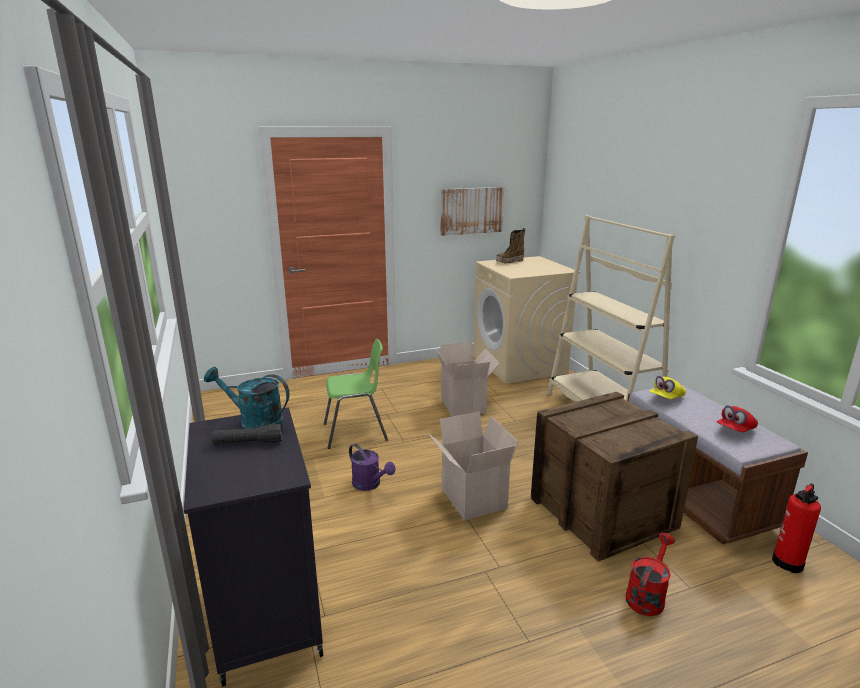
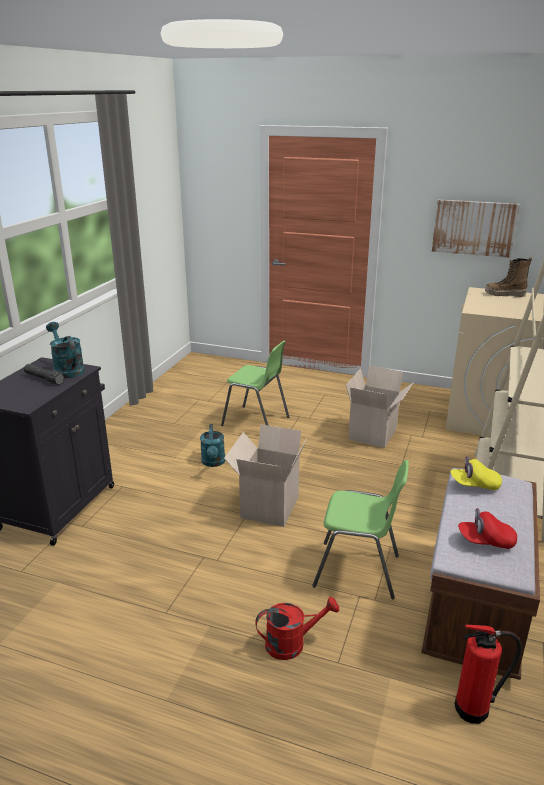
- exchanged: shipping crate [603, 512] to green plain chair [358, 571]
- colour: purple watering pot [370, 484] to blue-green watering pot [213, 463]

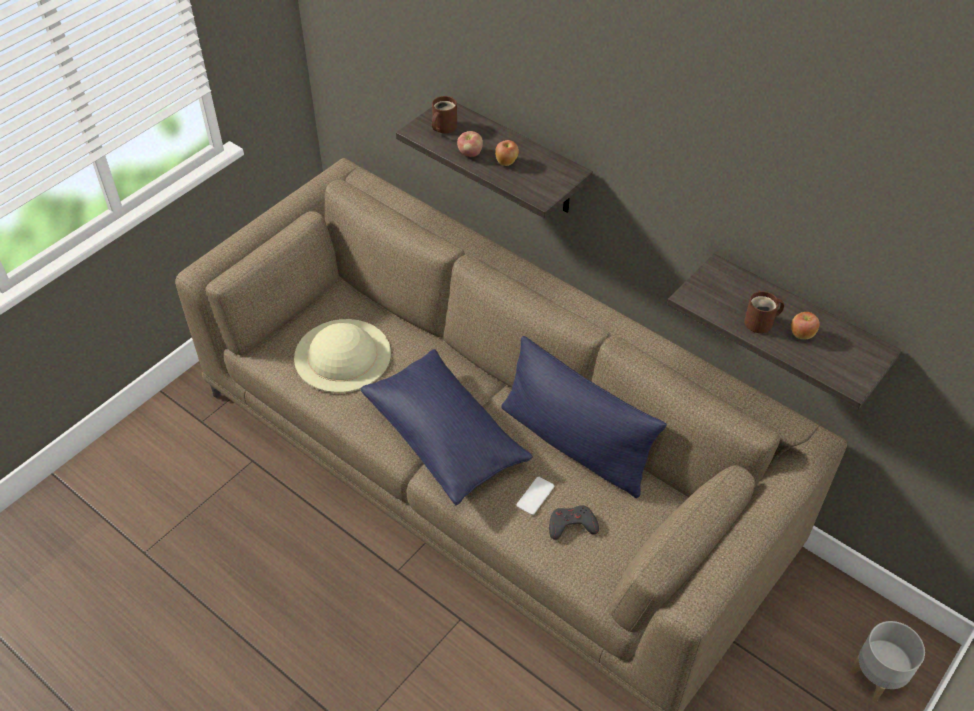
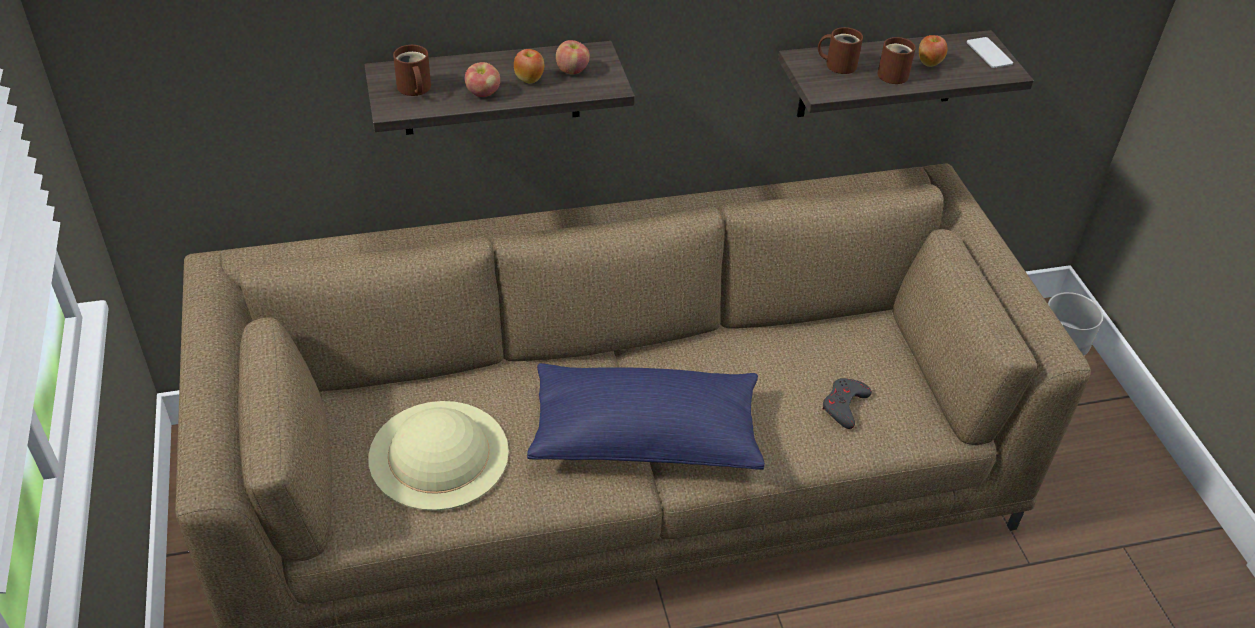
- missing: blue-coloured pillow [575, 444]
- appeared: apple fruit [572, 70]
- appeared: brown coffee mug [838, 64]
- relocated: telephone [535, 496] to [989, 53]

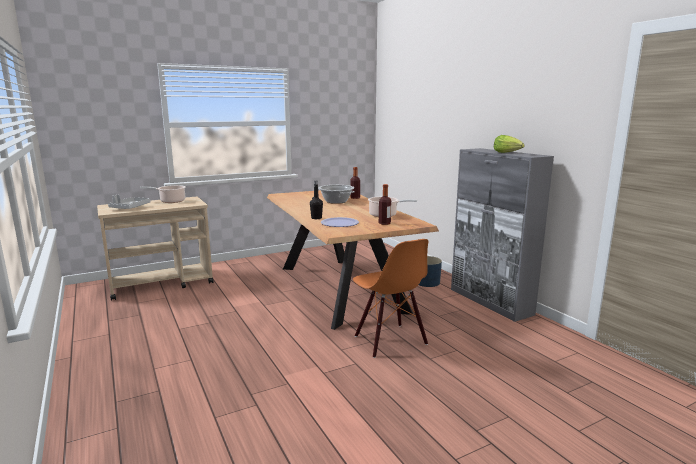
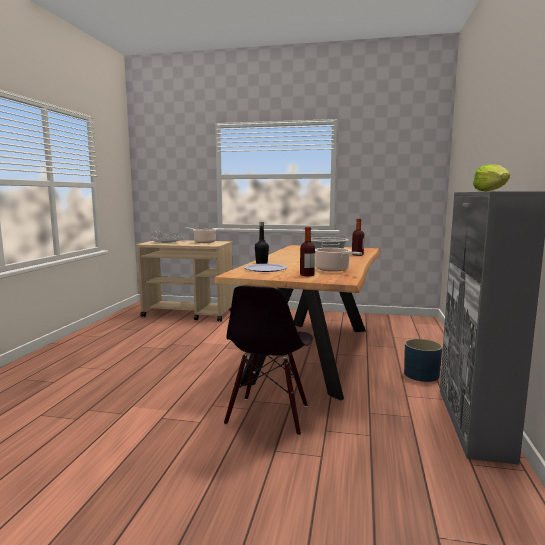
- colour: orangey plain chair [389, 340] to black plain chair [268, 415]

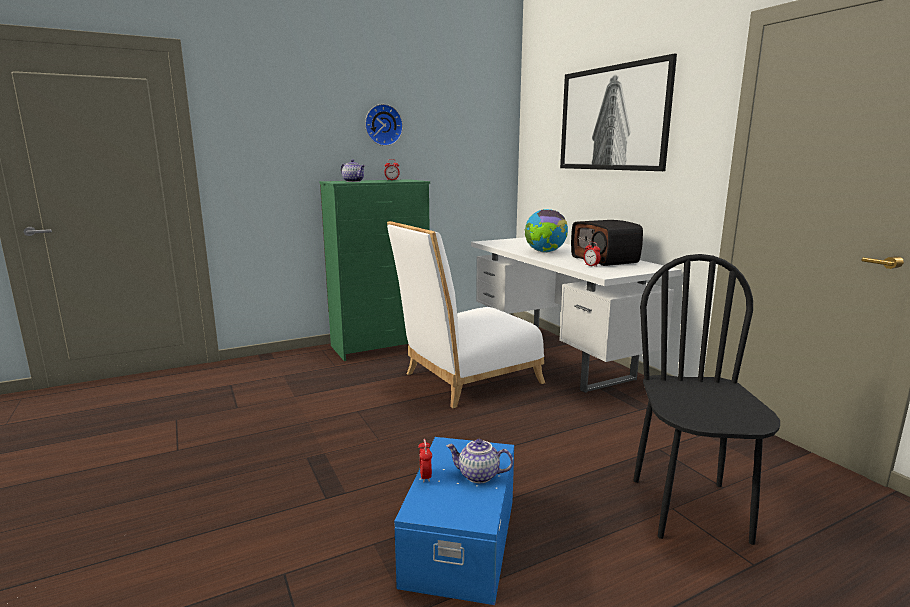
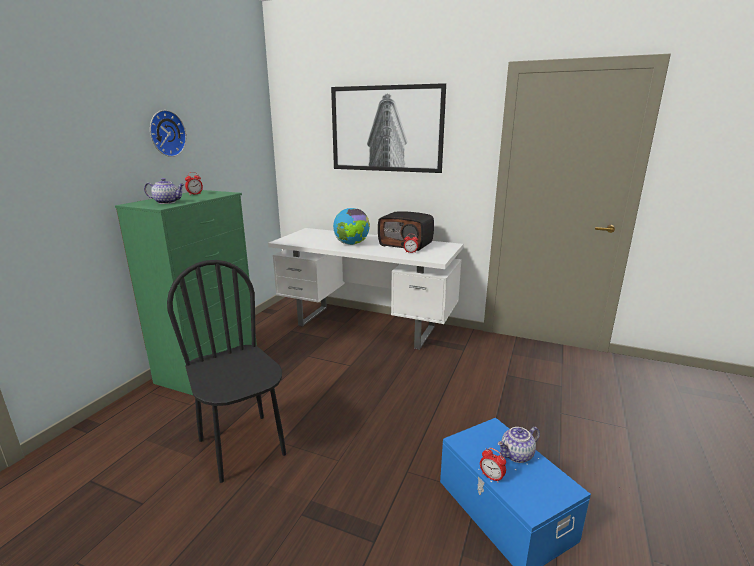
- missing: whitish plain chair [466, 380]
- relocated: black plain chair [690, 509] to [242, 446]

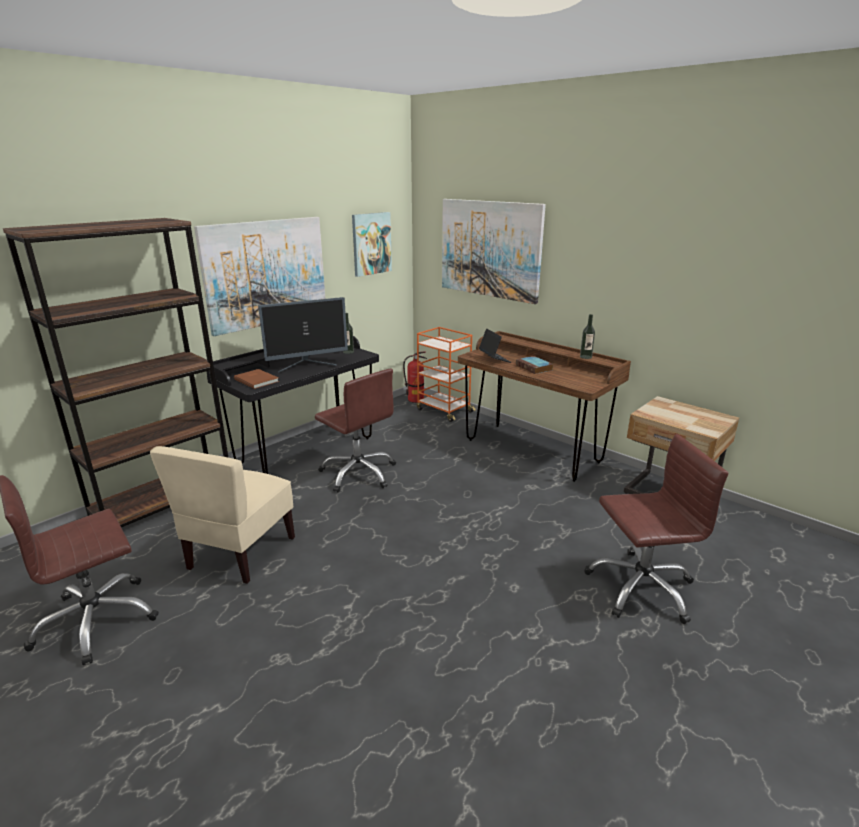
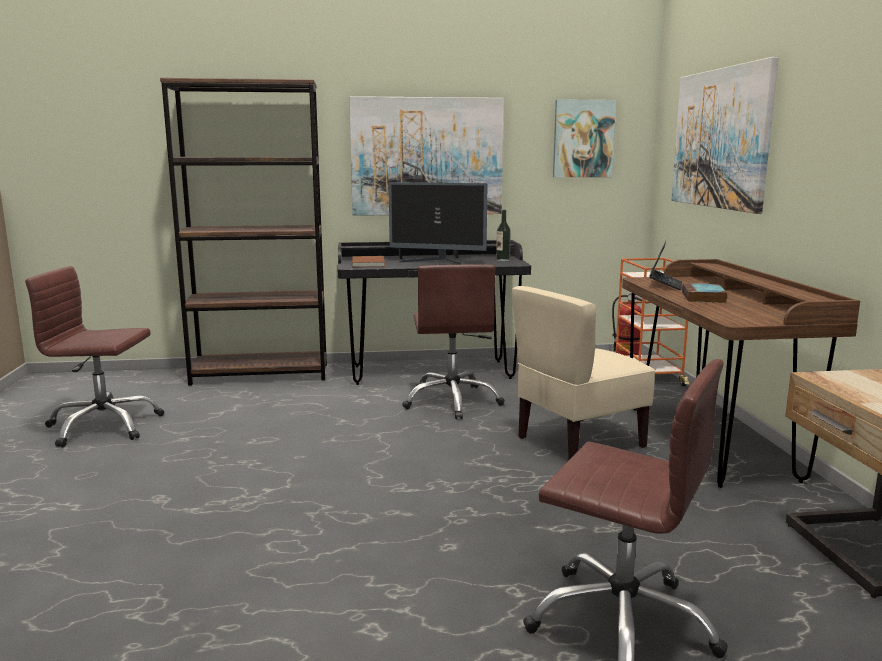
- missing: drink bottle [585, 357]
- relocated: sand-coloured plain chair [240, 553] to [579, 442]

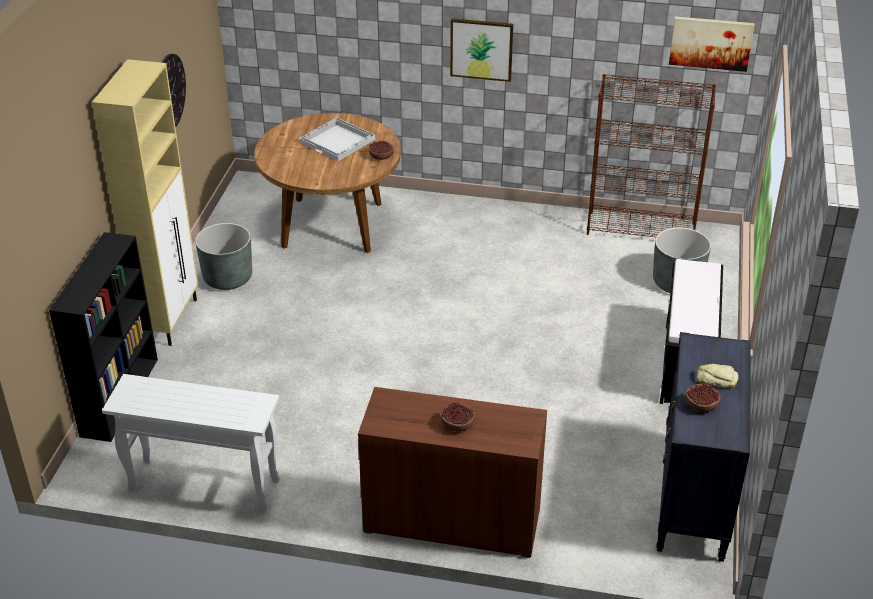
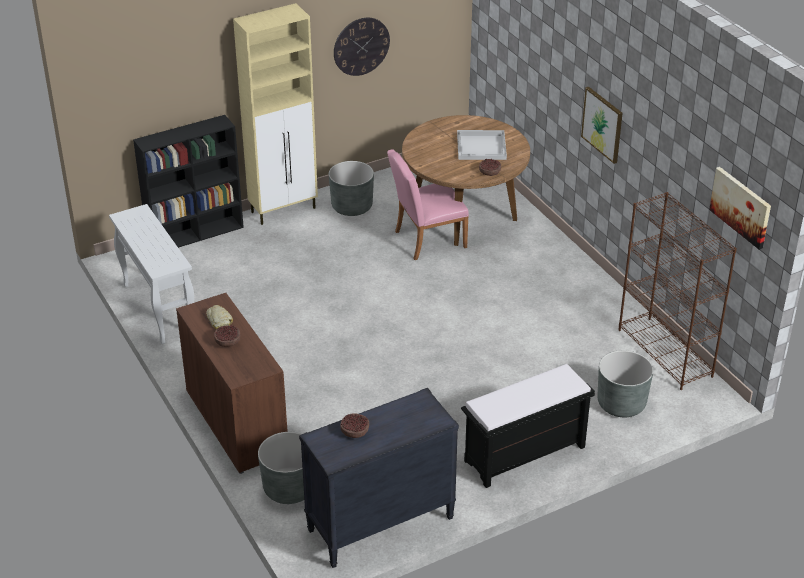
- appeared: greyish plant pot [289, 488]
- appeared: pinkish plain chair [425, 240]
- relocated: bread [716, 379] to [219, 320]

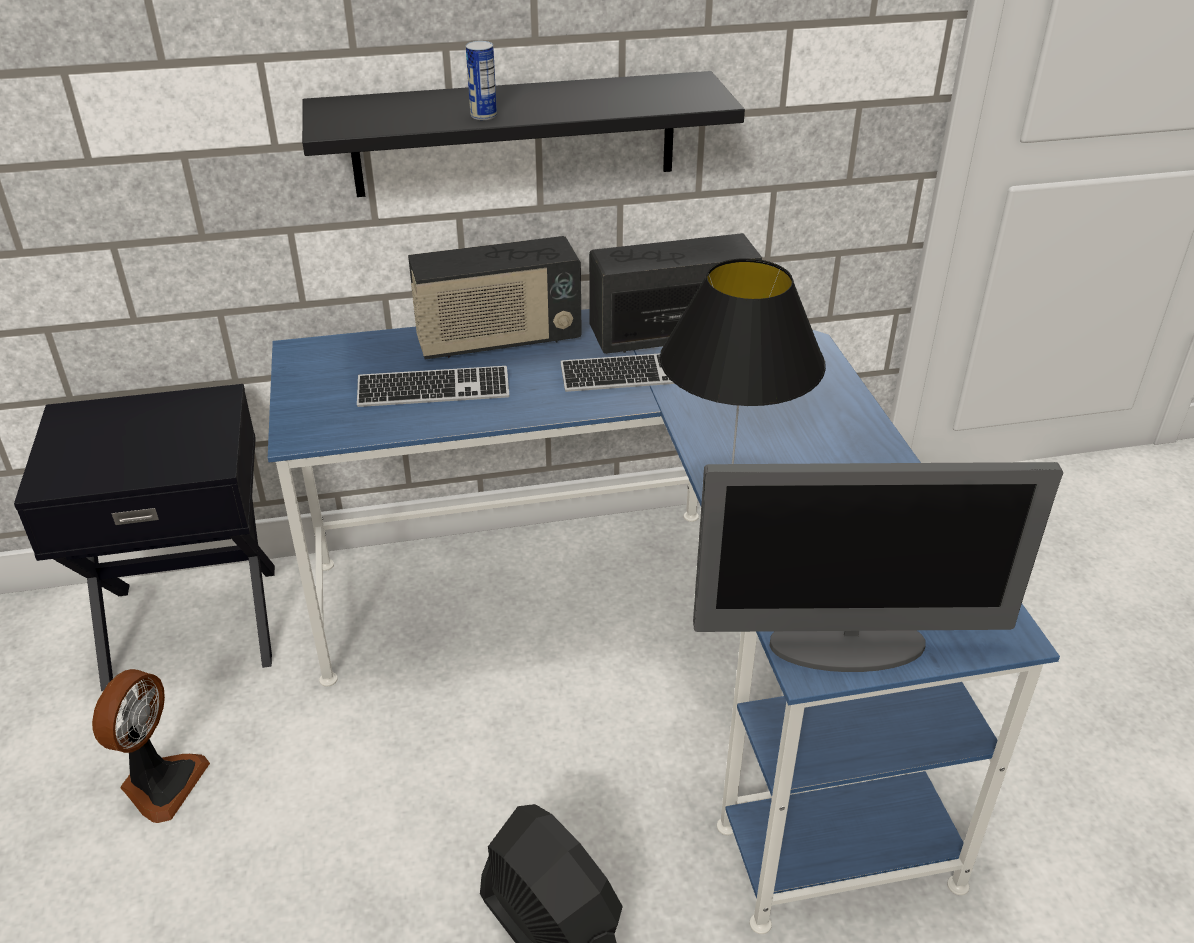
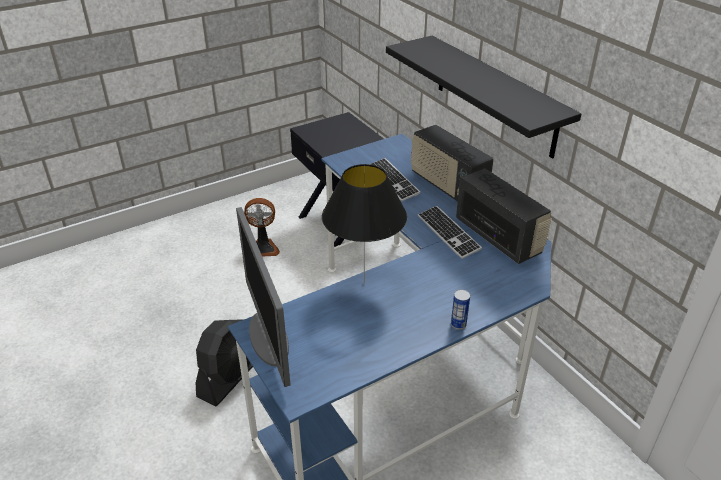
- relocated: sealed can [483, 116] to [458, 325]

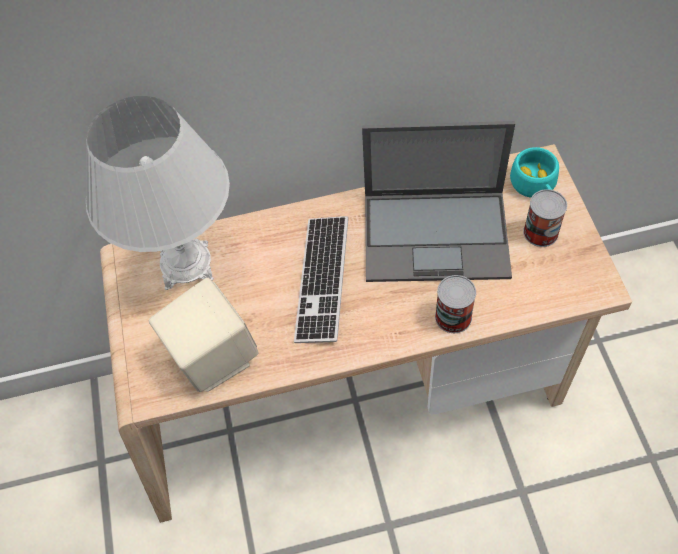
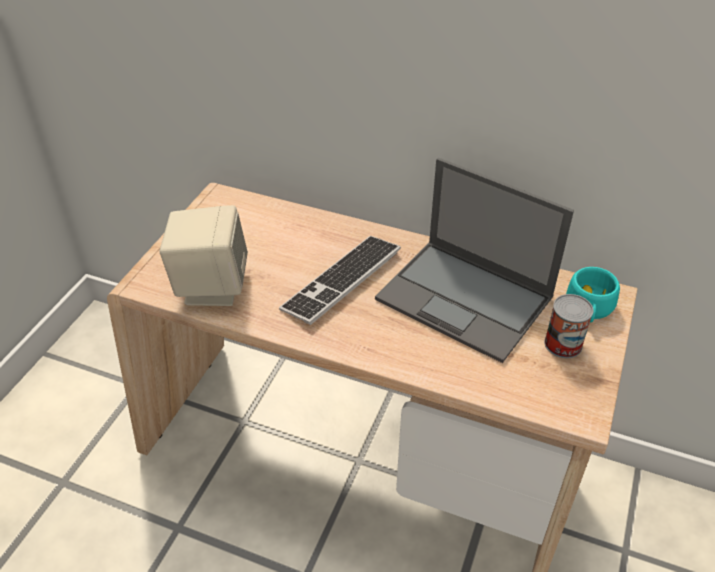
- missing: whitish table lamp [186, 265]
- missing: sealed can [453, 317]

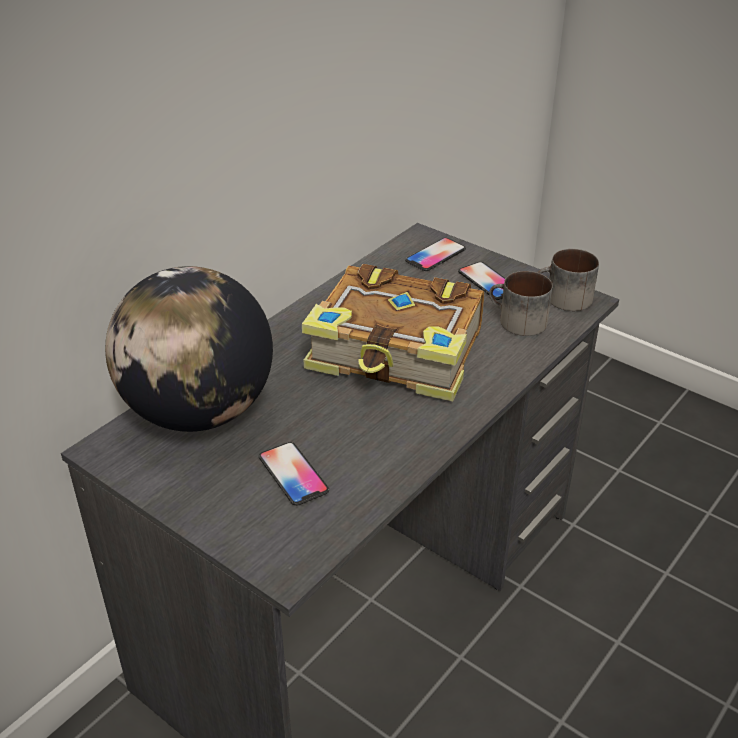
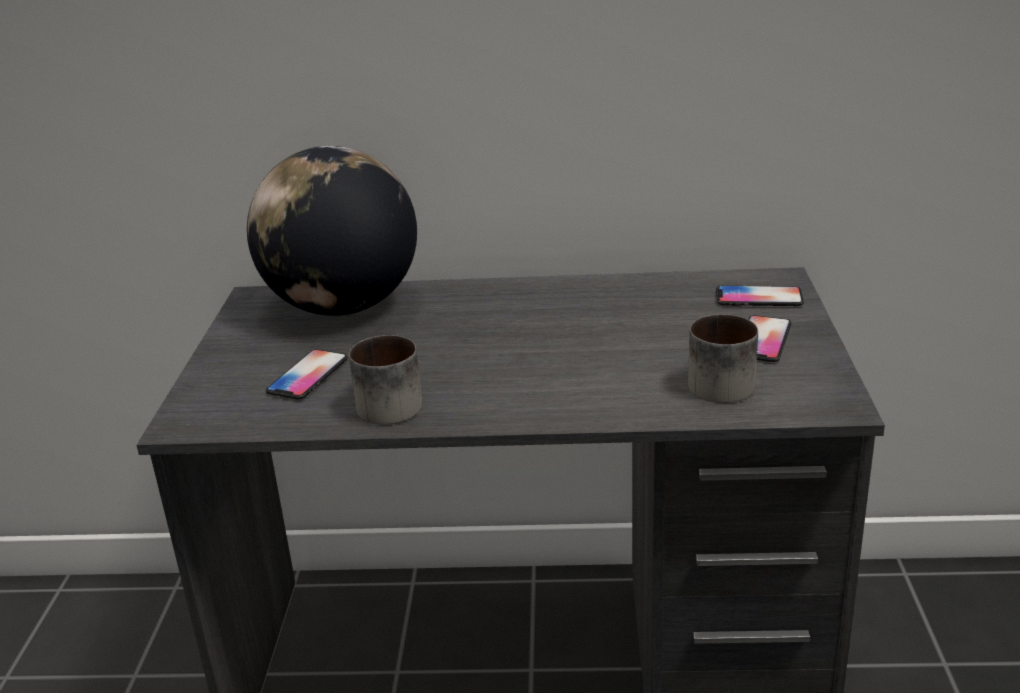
- missing: bound book [398, 353]
- relocated: coffee mug [563, 299] to [382, 404]

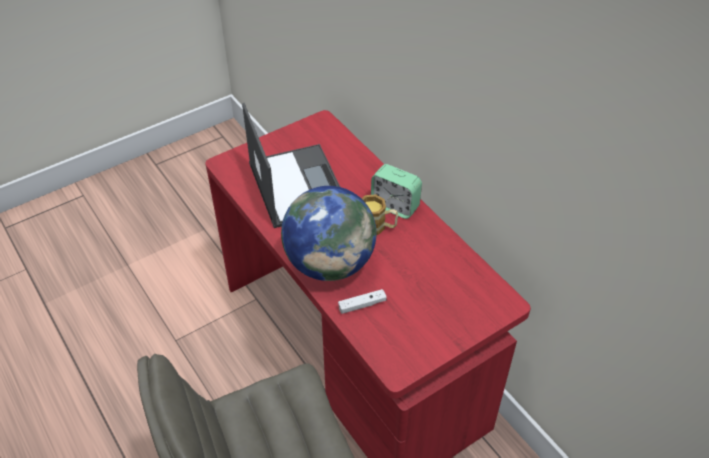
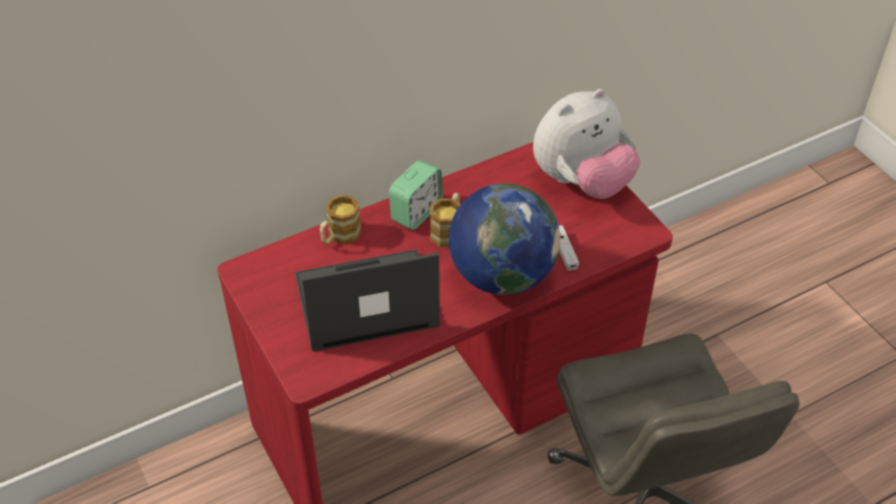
- appeared: coffee mug [339, 236]
- appeared: cuddly toy [582, 182]

